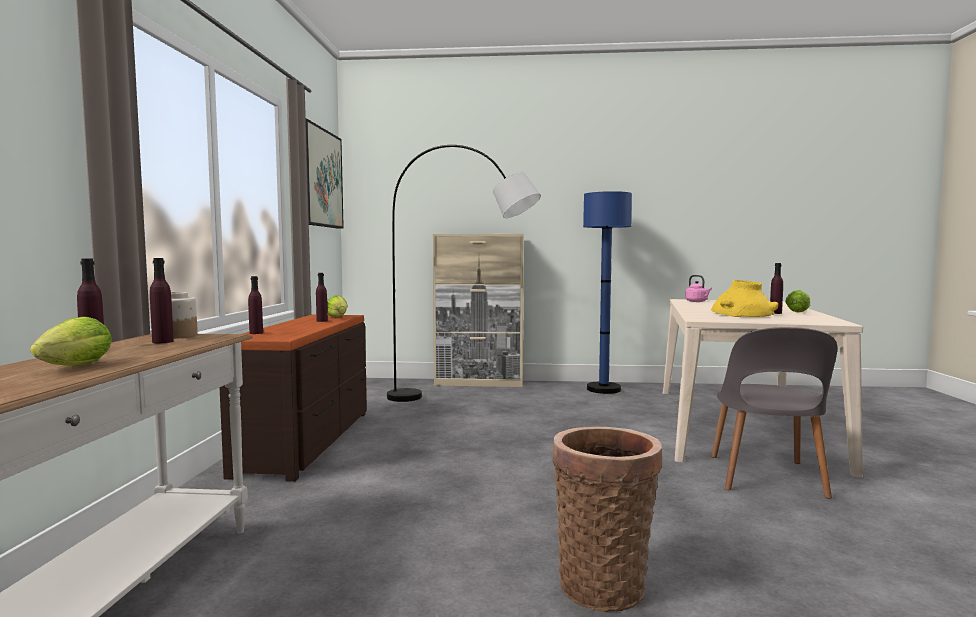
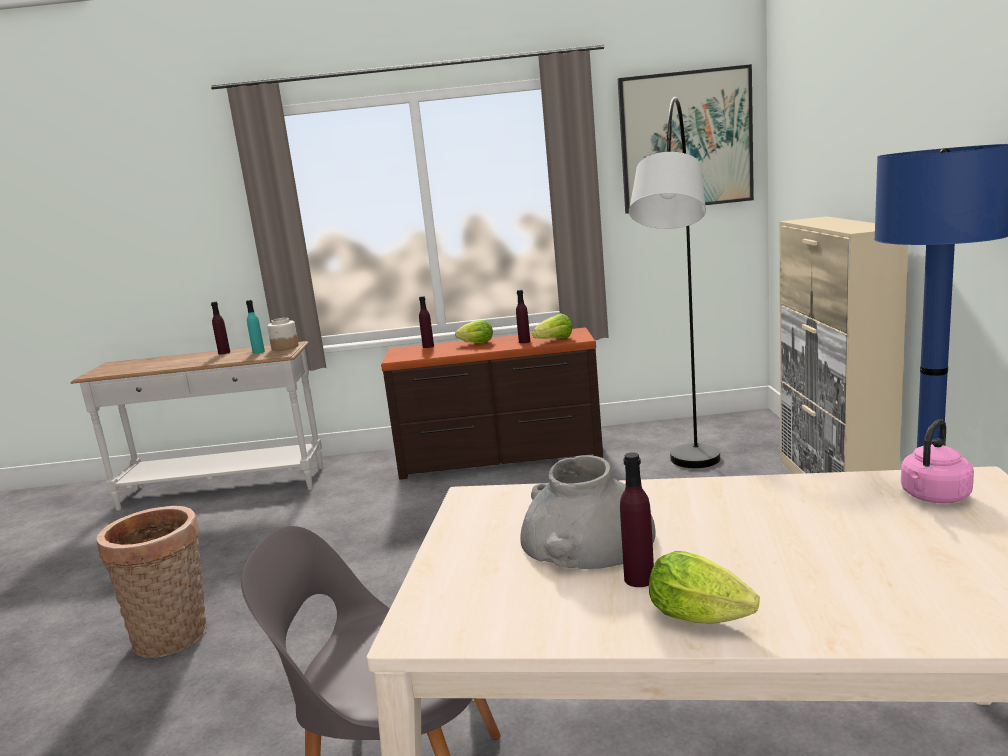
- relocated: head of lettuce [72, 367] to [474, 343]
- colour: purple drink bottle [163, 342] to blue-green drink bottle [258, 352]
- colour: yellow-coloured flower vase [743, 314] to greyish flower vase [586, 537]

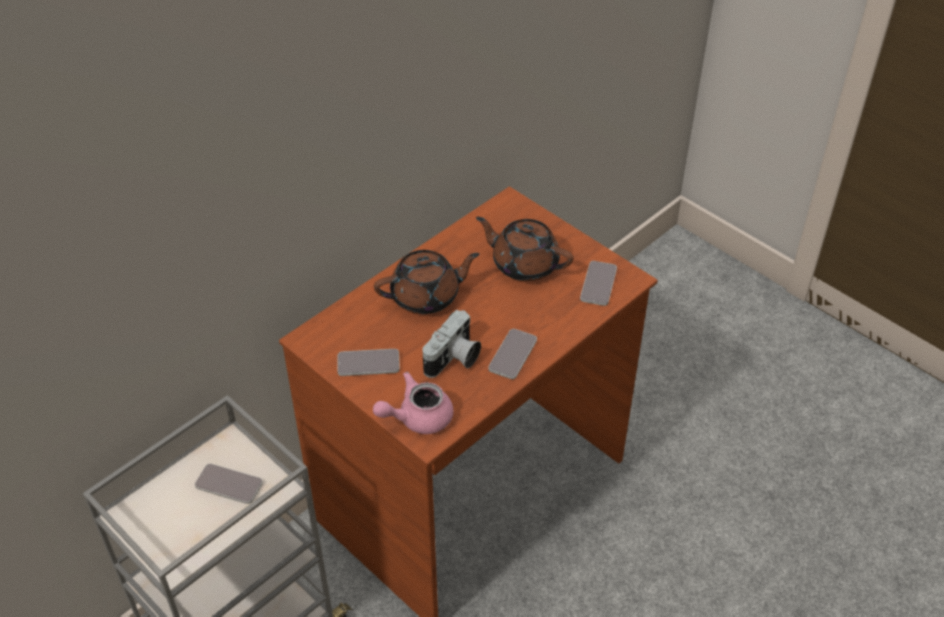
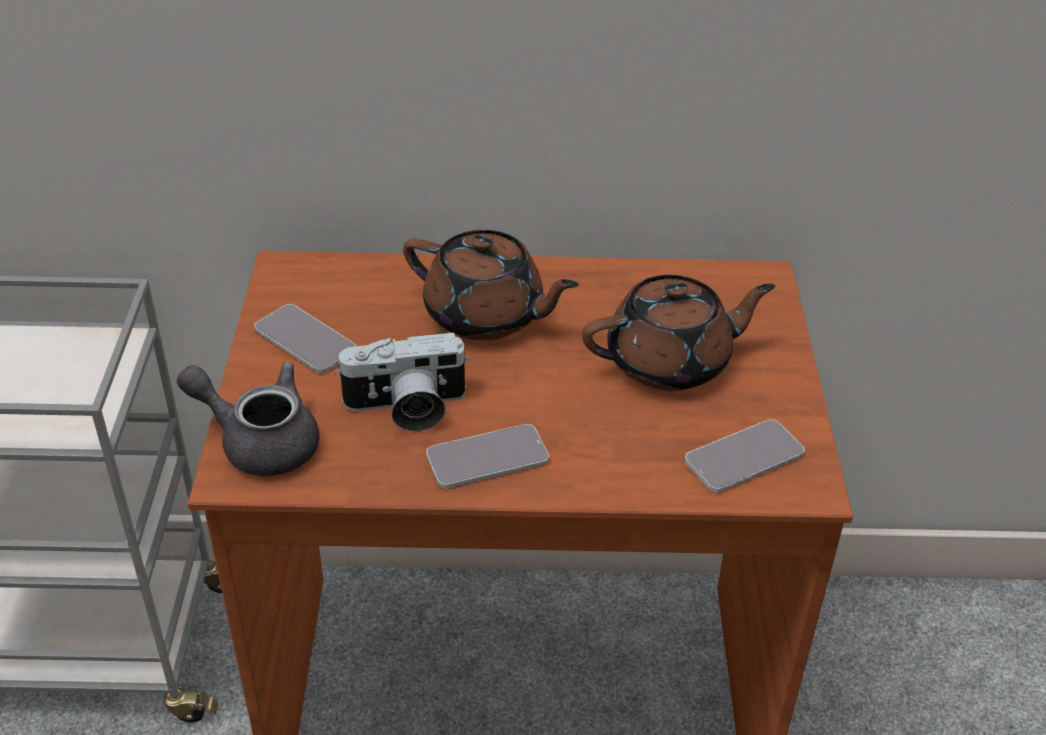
- missing: telephone [229, 484]
- colour: pinkish tea pot [417, 417] to greyish tea pot [259, 441]
- spun: brown tea pot [524, 264] = [671, 362] 90 degrees clockwise

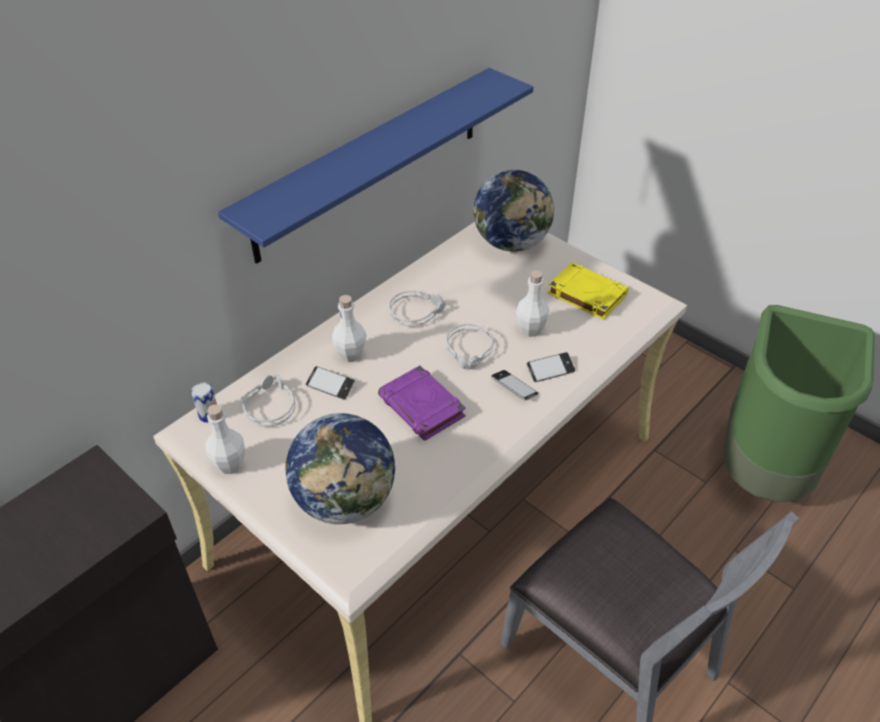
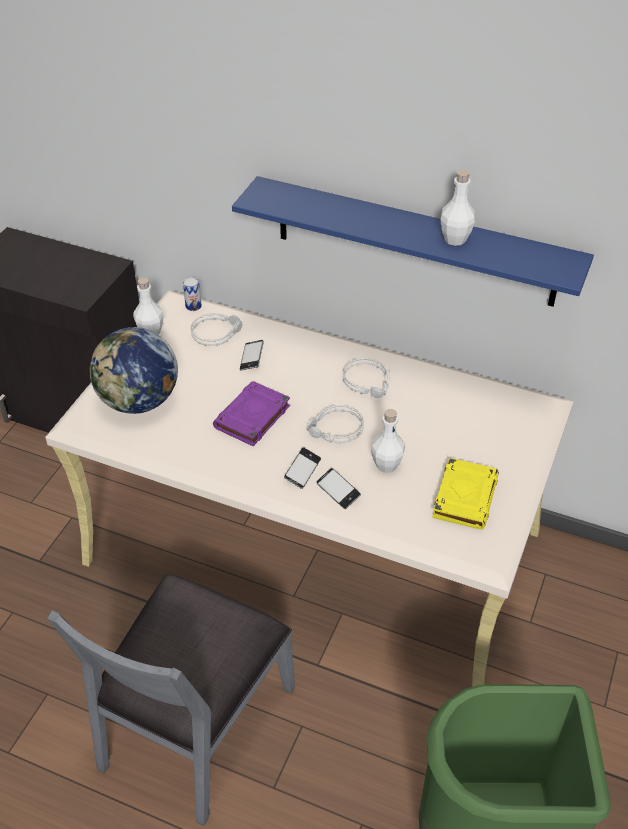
- missing: world globe [511, 242]
- relocated: whitish drink bottle [351, 355] to [455, 239]

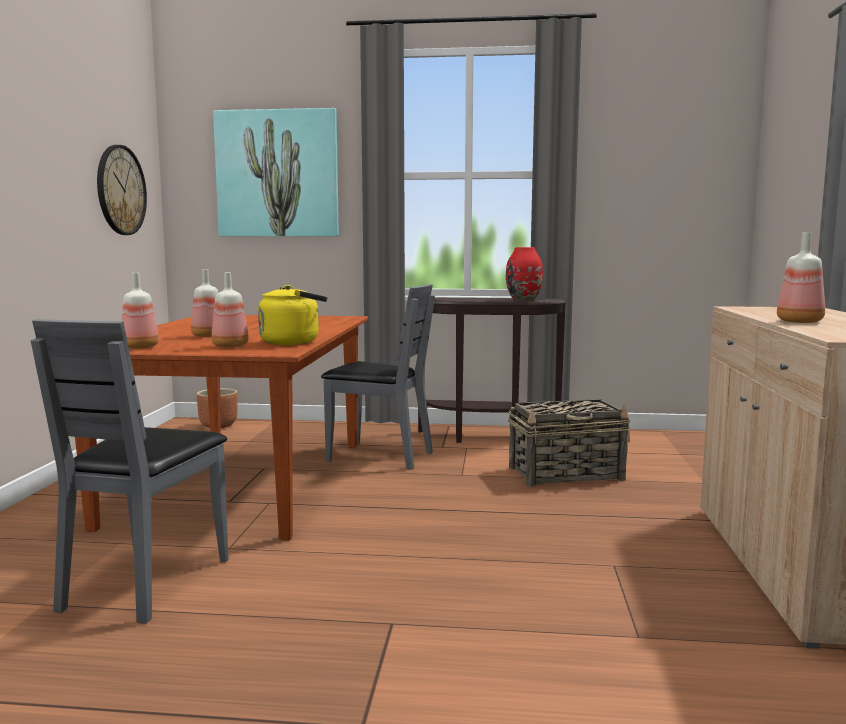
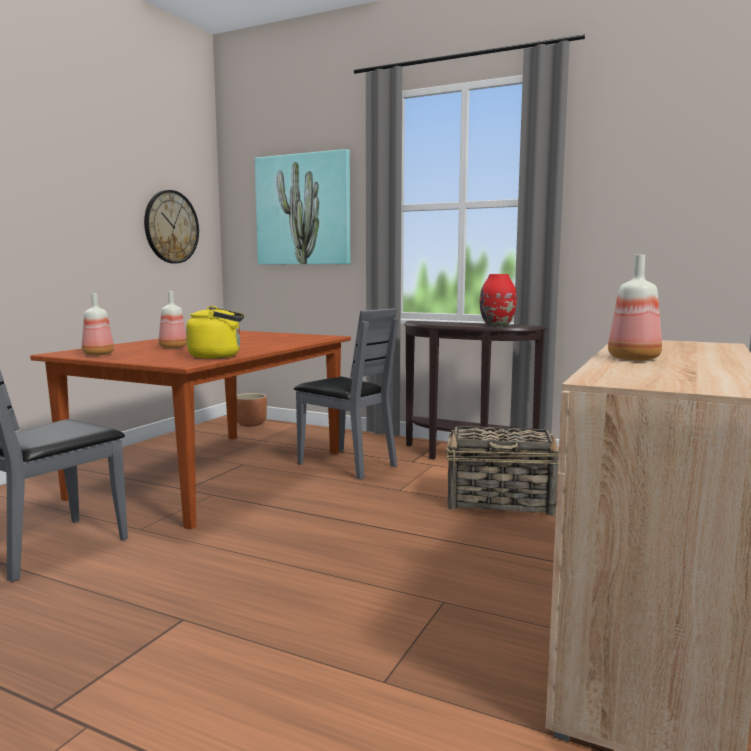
- missing: drink bottle [230, 346]

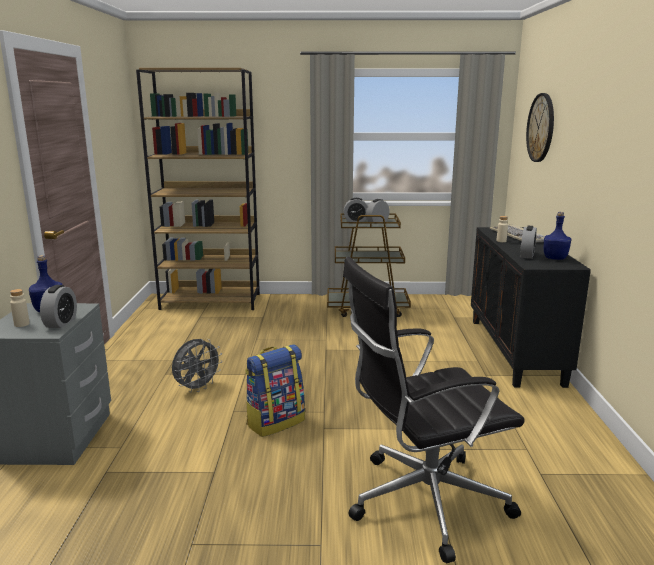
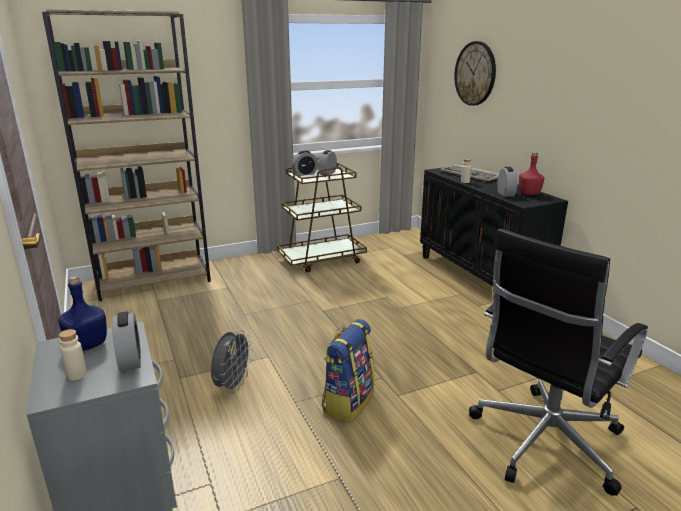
- colour: blue-coloured drink bottle [555, 258] to reddish drink bottle [529, 193]

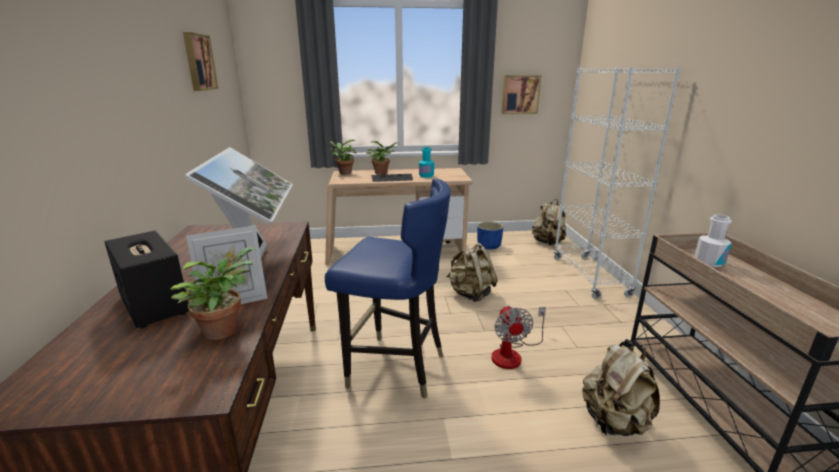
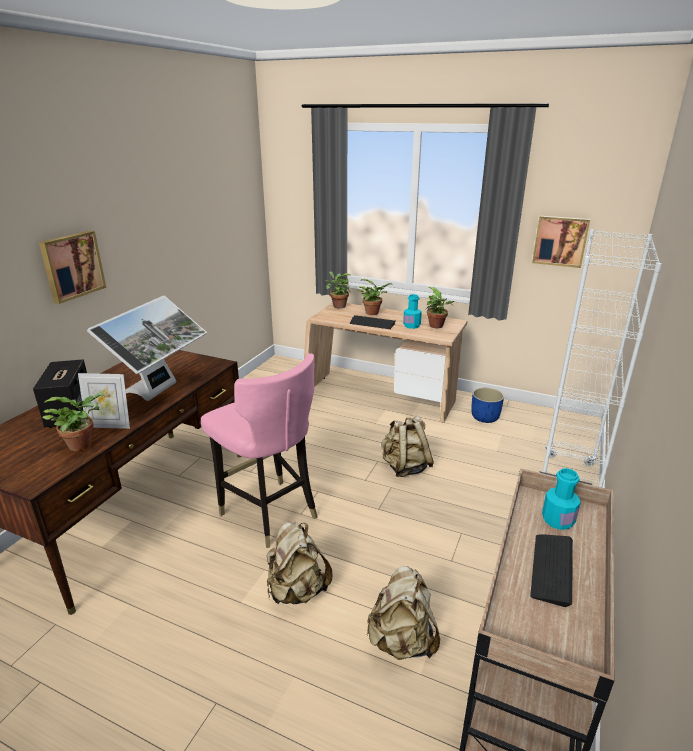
- missing: electric fan [512, 354]
- appeared: potted plant [437, 326]
- appeared: PC keyboard [552, 569]
- relocated: wall picture [198, 62] to [72, 266]
- relocated: sand-coloured rucksack [547, 243] to [297, 590]
- colour: blue-coloured plain chair [395, 368] to pinkish plain chair [269, 513]
- colour: whitish drink bottle [708, 262] to blue-green drink bottle [557, 520]

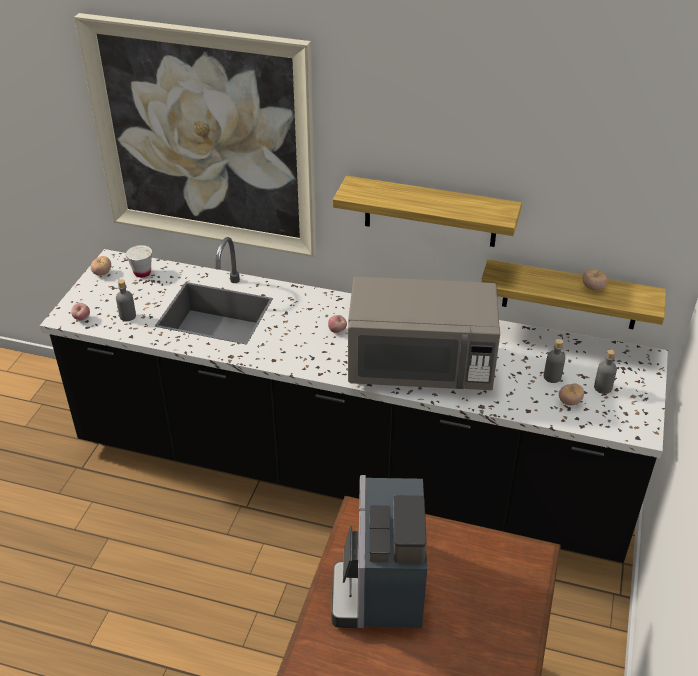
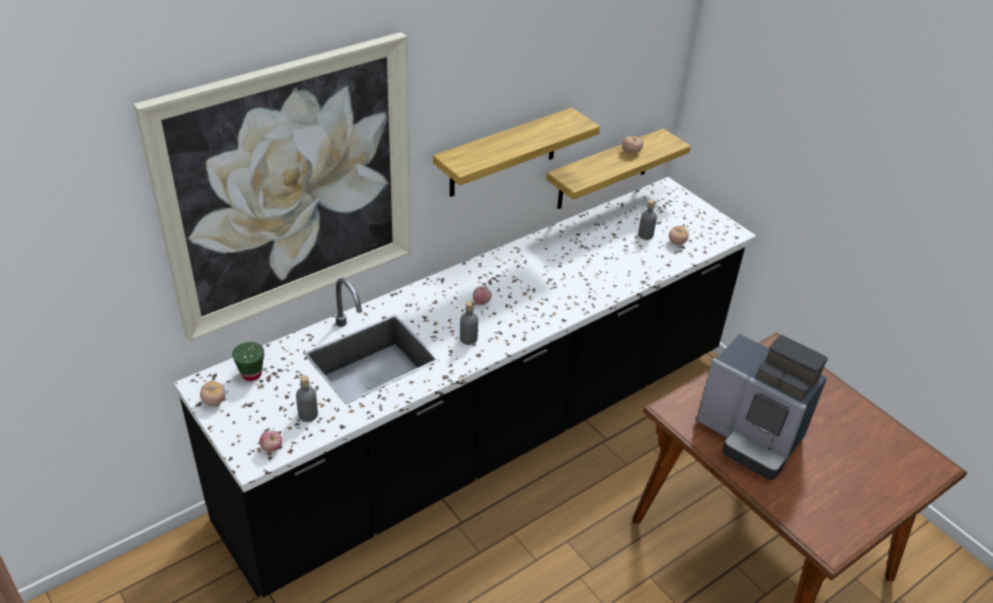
- missing: greyish microwave [420, 366]
- relocated: greyish drink bottle [602, 387] to [468, 338]
- colour: whitish small cup [142, 273] to green small cup [251, 374]

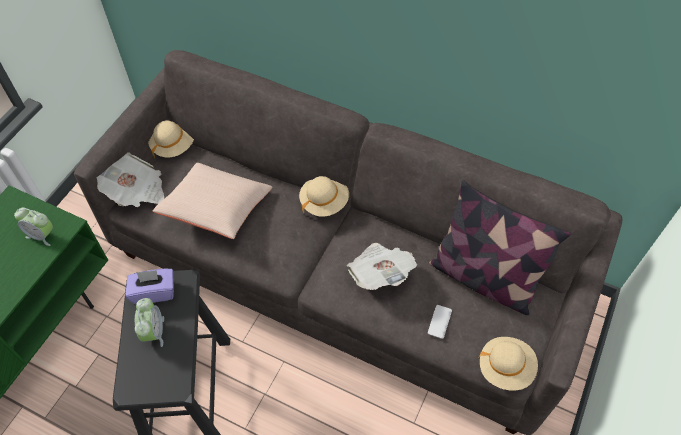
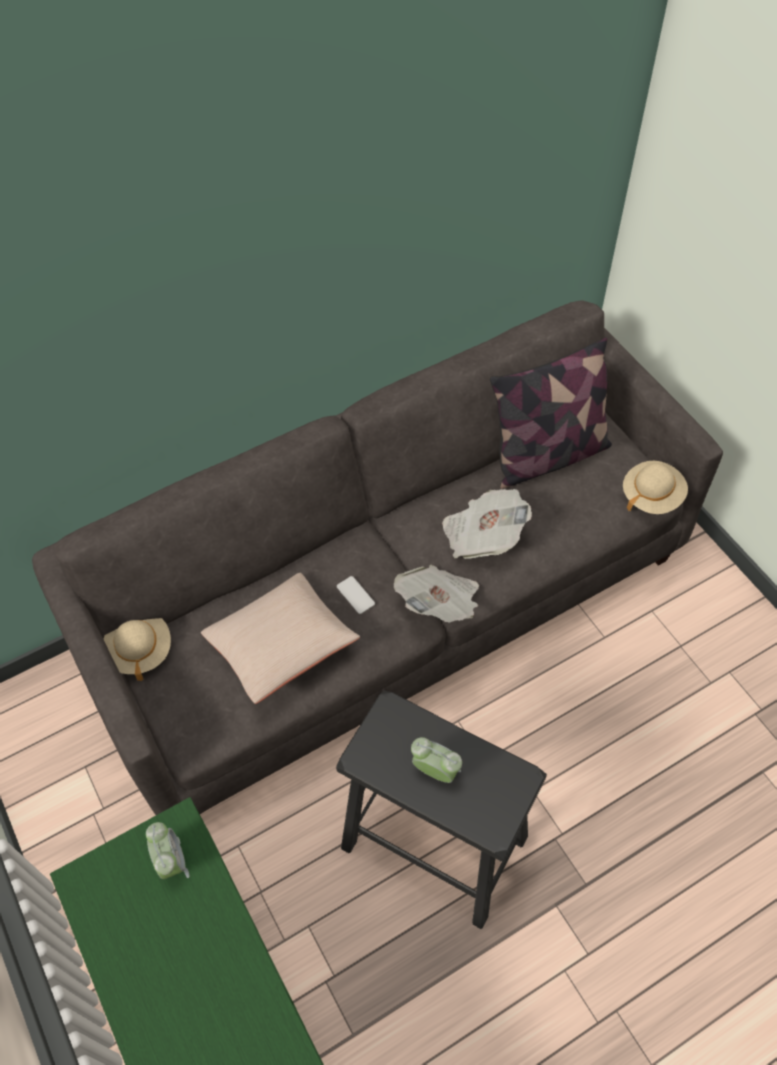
- missing: purple box of tissues [154, 292]
- missing: sand-coloured clothing hat [324, 202]
- relocated: printed paper [135, 191] to [440, 604]
- relocated: telephone [439, 322] to [355, 595]
- spun: alarm clock [42, 235] = [171, 861] 75 degrees counterclockwise

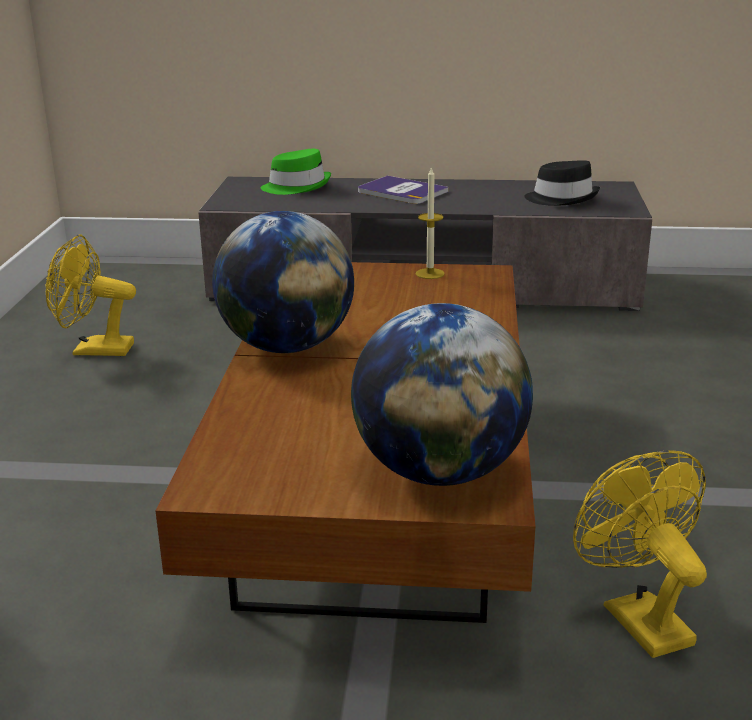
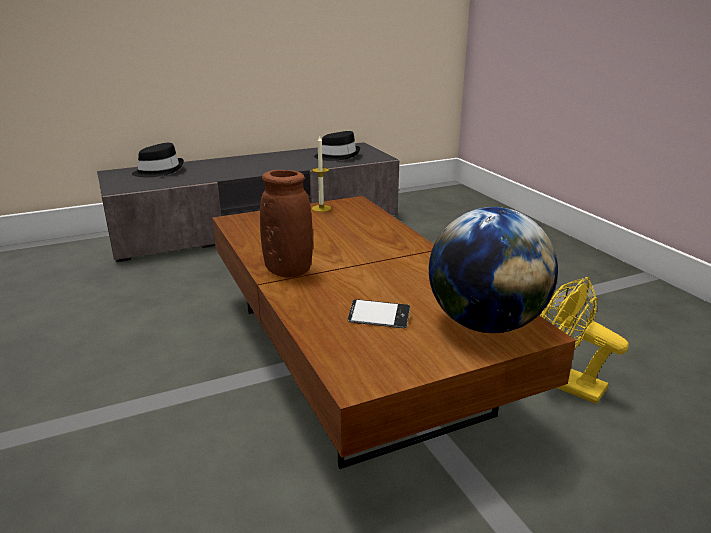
- missing: yellow-coloured electric fan [94, 350]
- missing: bound book [401, 192]
- appeared: telephone [378, 318]
- exchanged: world globe [287, 347] to brown flower vase [288, 271]
- colour: green clothing hat [297, 187] to black clothing hat [159, 171]

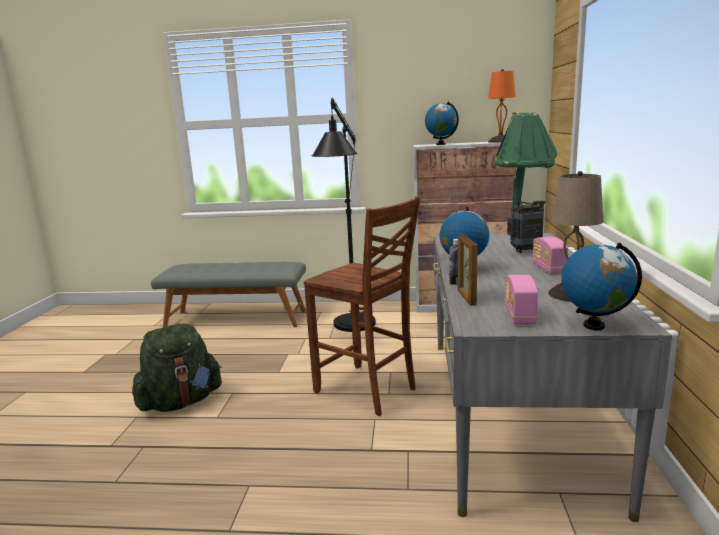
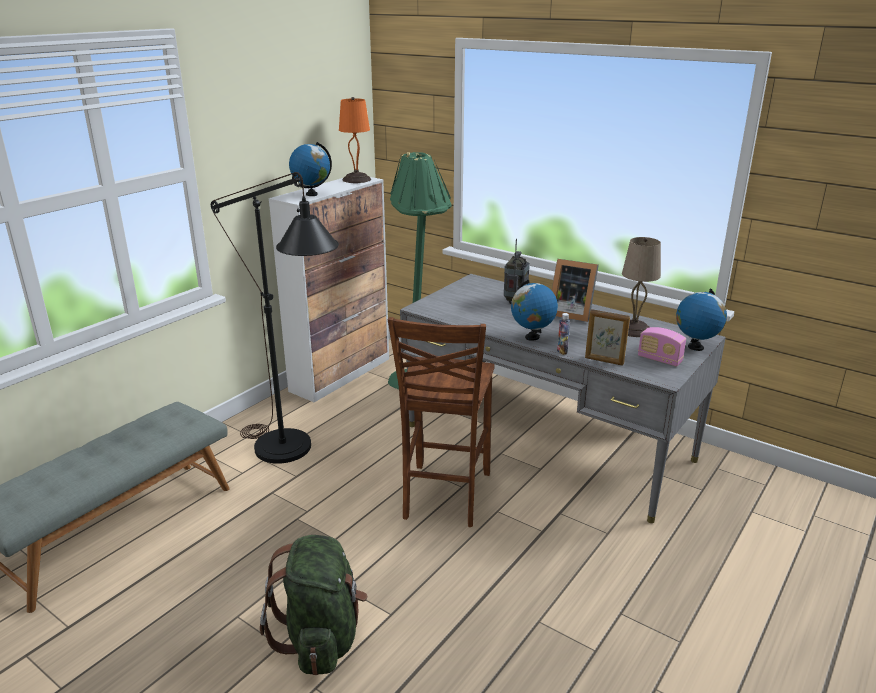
- exchanged: radio set [548, 269] to picture frame [570, 313]
- spun: brown plain chair [367, 391] = [444, 496] 120 degrees clockwise

